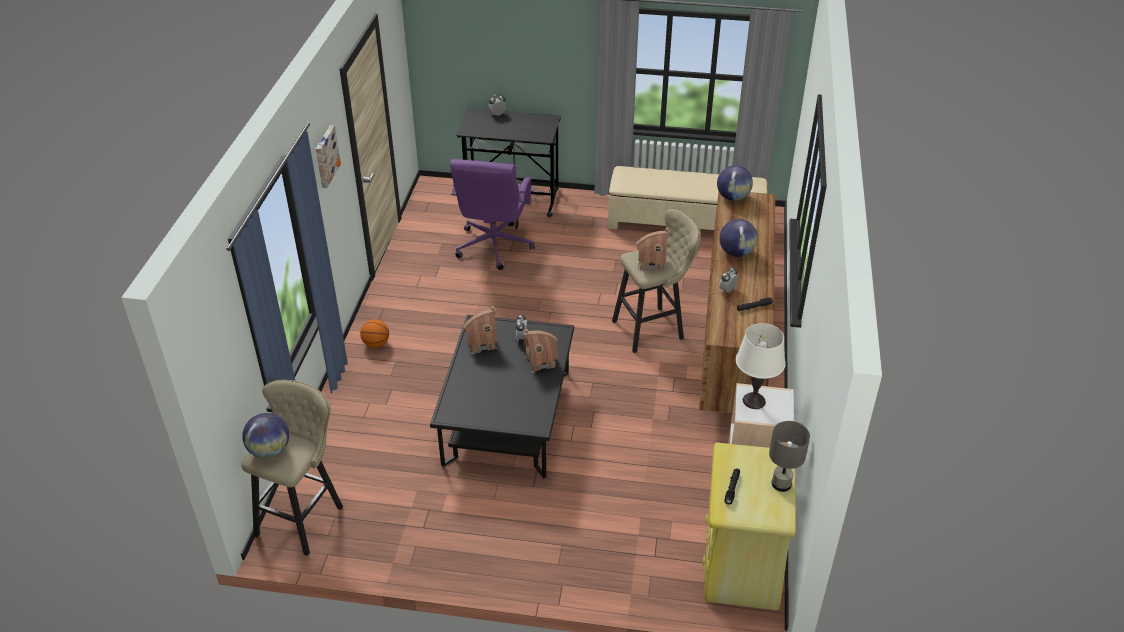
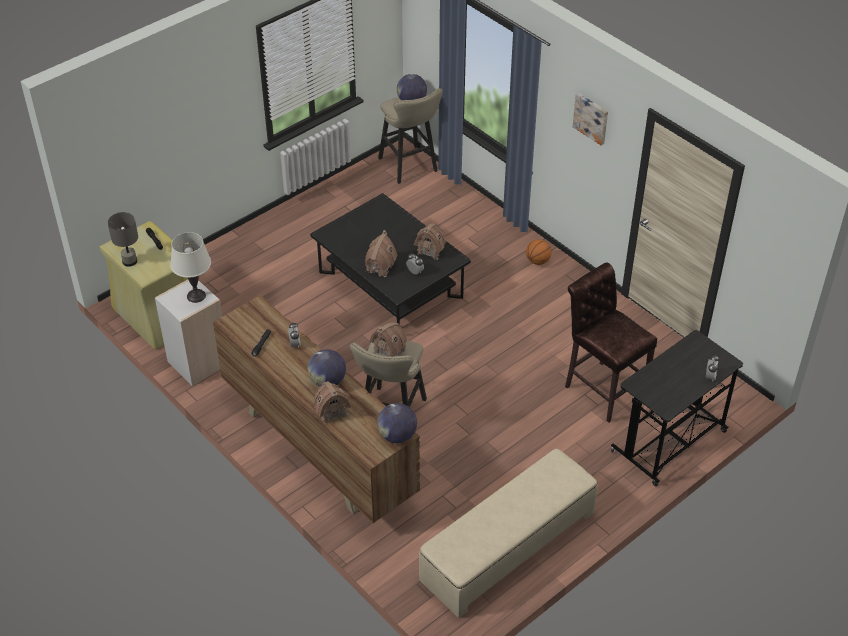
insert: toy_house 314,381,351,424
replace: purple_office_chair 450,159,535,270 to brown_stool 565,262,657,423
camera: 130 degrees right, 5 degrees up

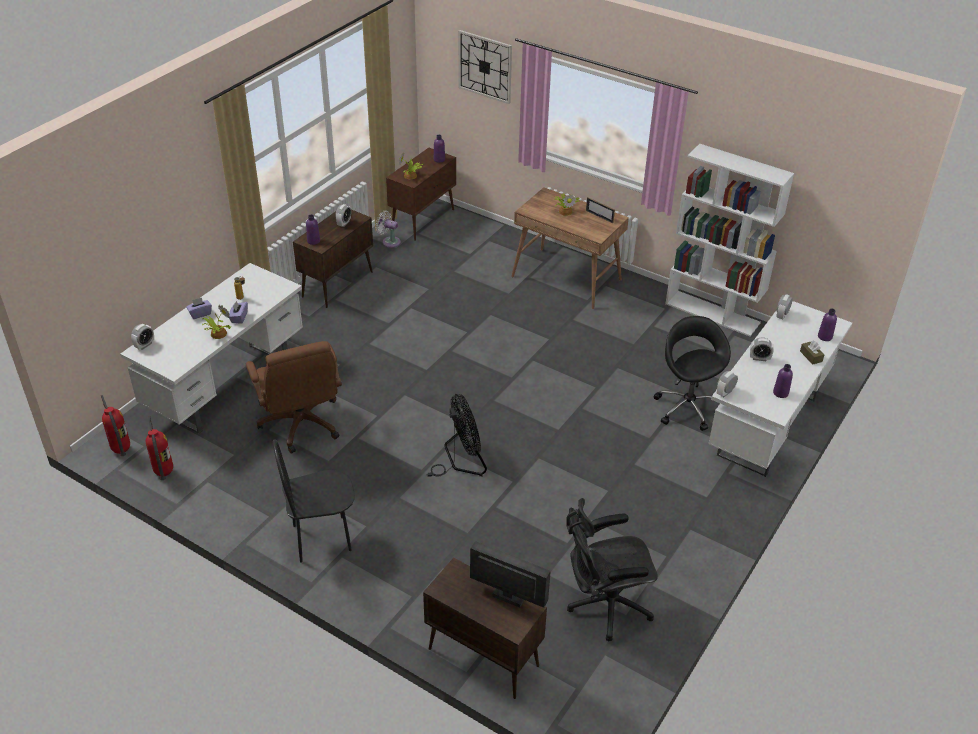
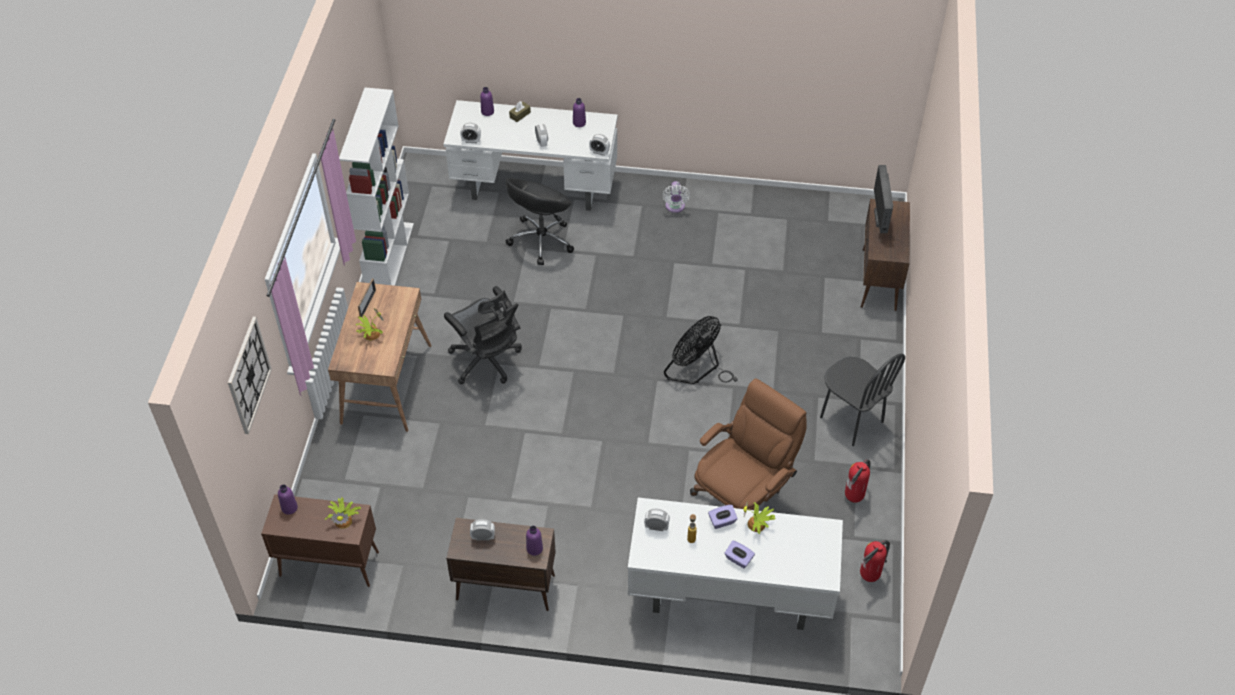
move: white_fan 376,211,401,248 to 663,181,690,213; alarm_clock 131,324,154,350 to 644,509,670,531; fire_extinguisher 101,395,130,456 to 845,459,871,503; office_chair 566,498,658,641 to 444,286,522,384
camera: 115 degrees left, 10 degrees up

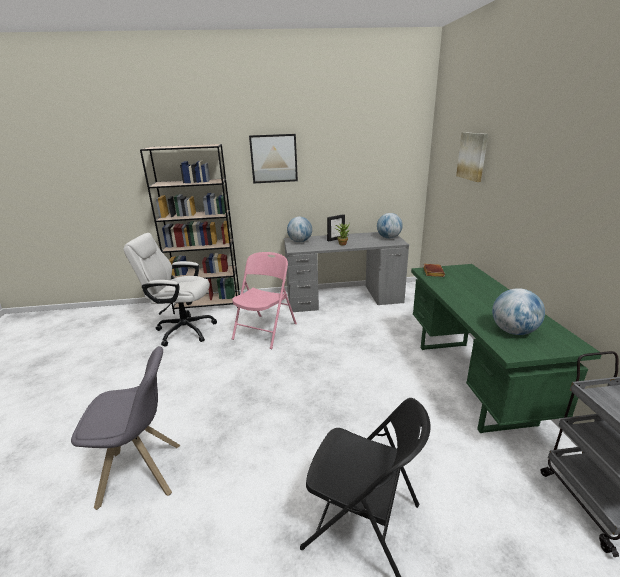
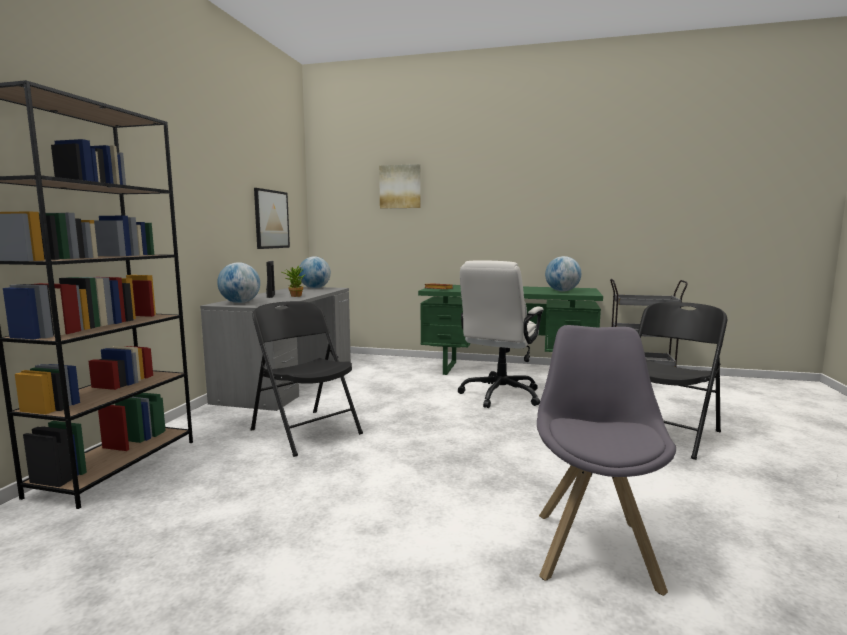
move: picture 249,134,298,183 to 254,188,290,249; white_office_chair 123,233,217,347 to 457,260,543,408
recolor: pink_chair 232,252,297,349 to black_chair 251,301,363,457
camera: 70 degrees left, 15 degrees down

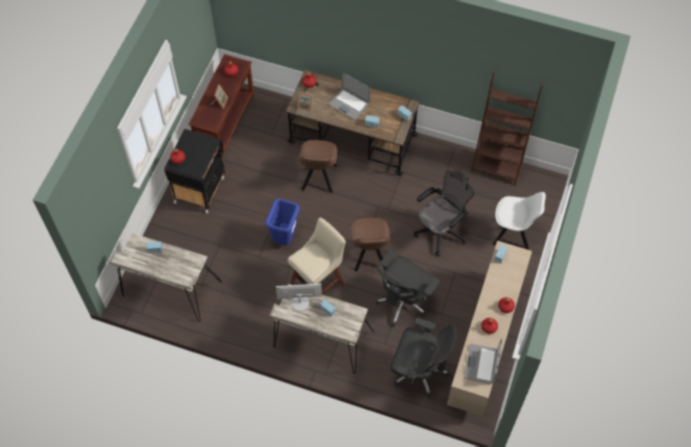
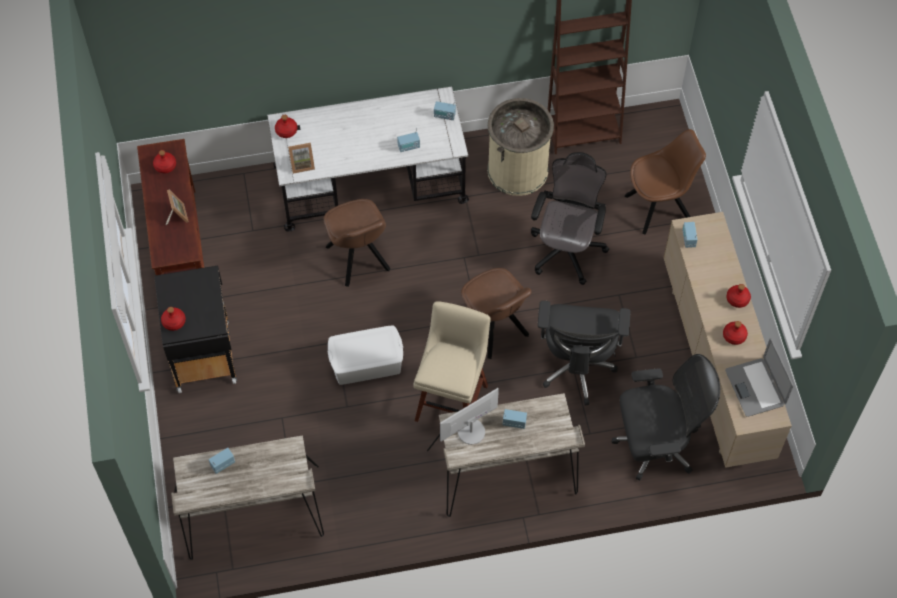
delete: laptop 329,73,370,120
insert: beige_trash_can 487,98,554,196
replace: blue_trash_can 265,199,300,245 to white_storage_box 328,325,403,385
recolor: brown_desk 286,70,420,176 to white_desk 267,86,469,232; white_chair 493,192,546,250 to brown_chair 624,129,706,235
camera: 30 degrees left, 0 degrees up

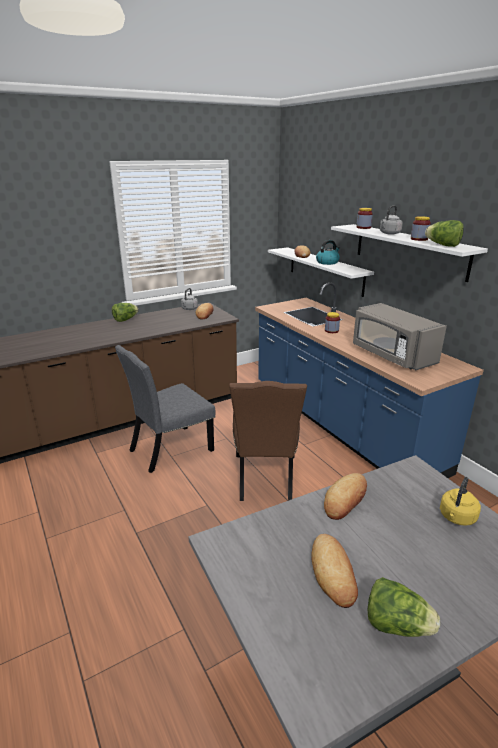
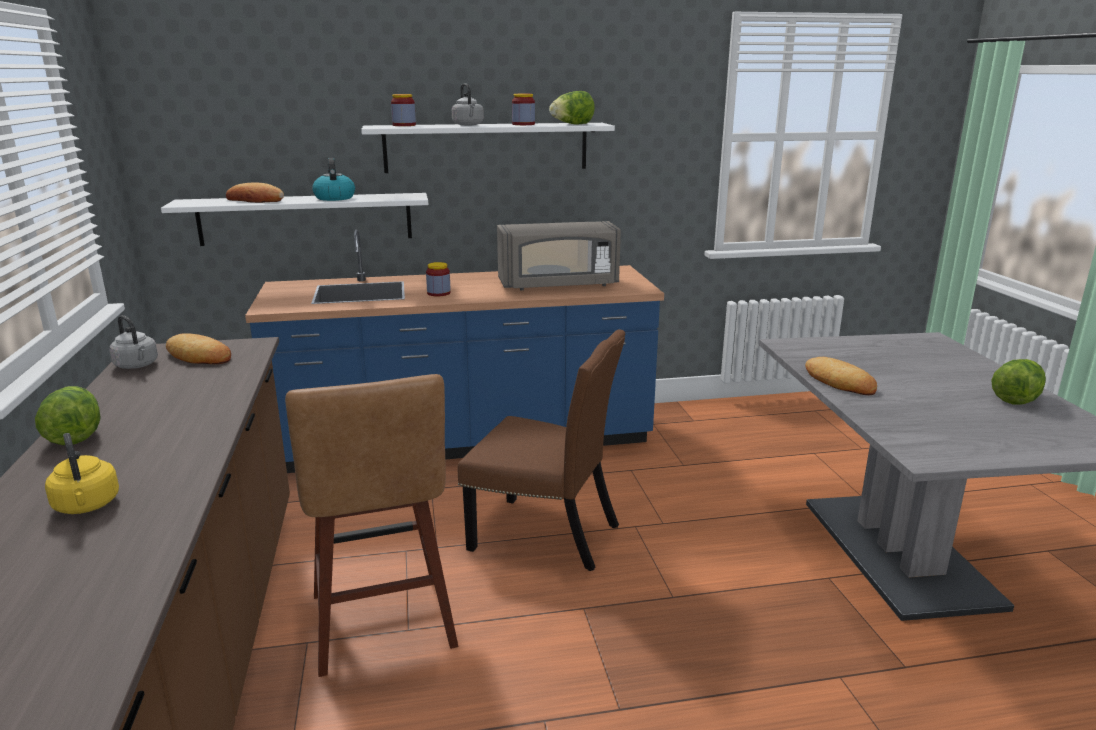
delete: bread 311,534,358,608
move: yellow_kettle 440,477,481,526 to 45,433,119,514
replace: grey_chair 115,345,216,473 to brown_stool 285,374,459,677
camera: 70 degrees left, 5 degrees down

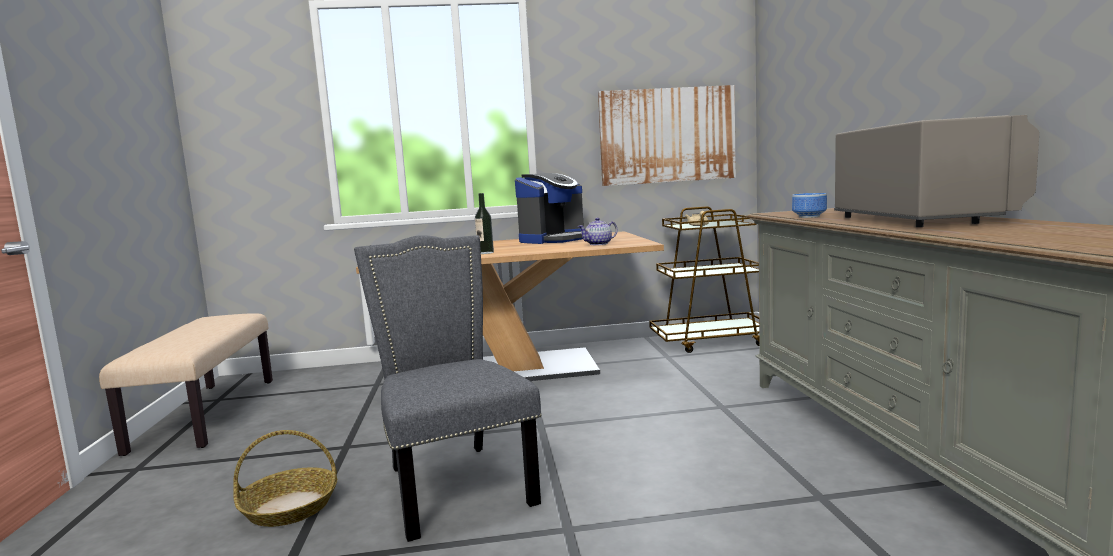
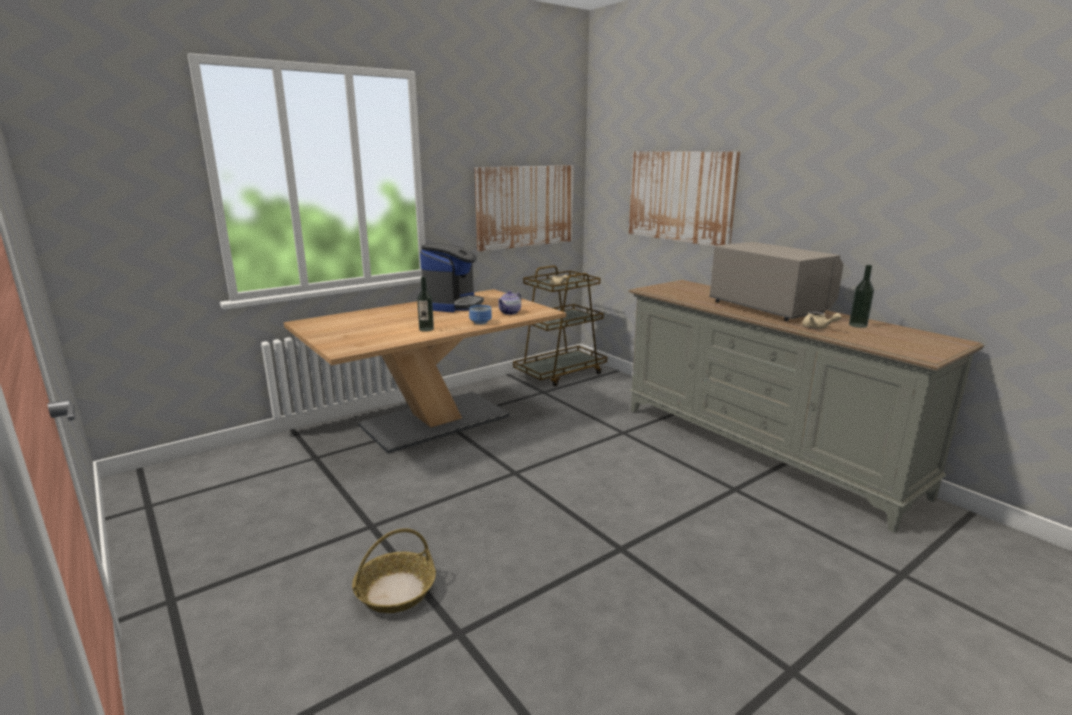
delete: grey_chair 354,235,541,542; beige_bench 99,313,273,456
insert: picture 629,151,740,247; bottle 849,265,874,328; beige_teapot 802,311,842,329
move: bowl 792,193,827,218 to 469,305,492,325
camera: 30 degrees left, 10 degrees up

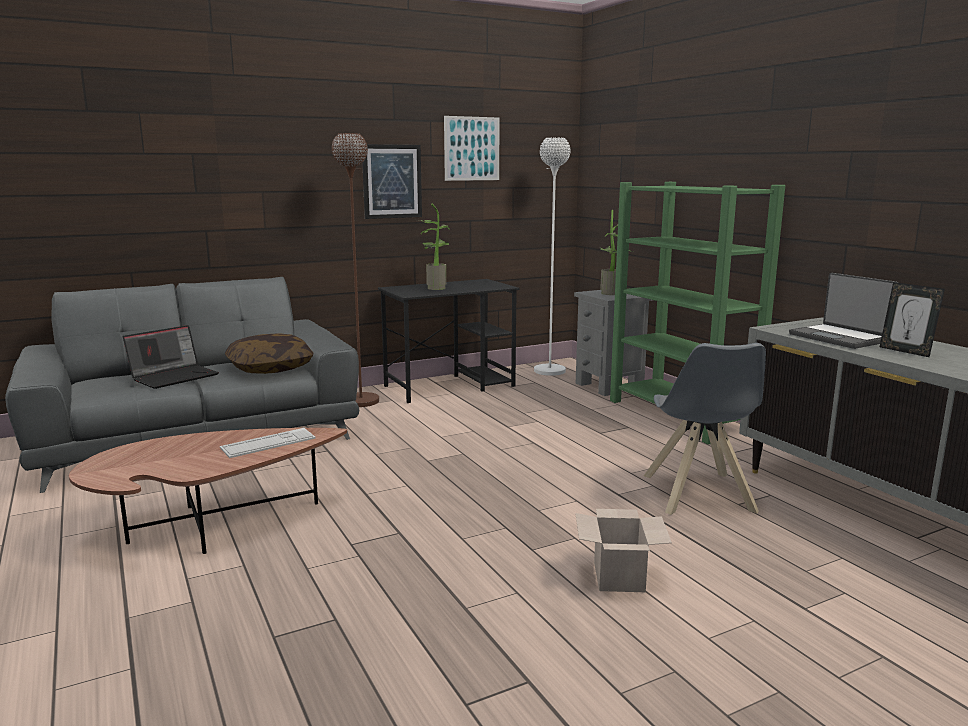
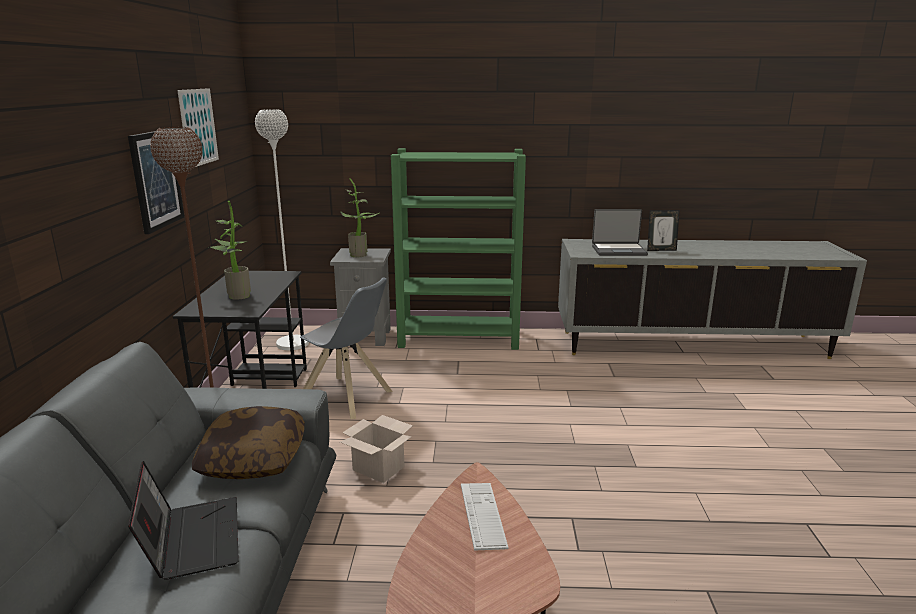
move: grey_chair 644,343,766,515 to 300,277,393,419; cardboard_box 575,509,672,592 to 340,415,413,483
camera: 60 degrees left, 5 degrees up

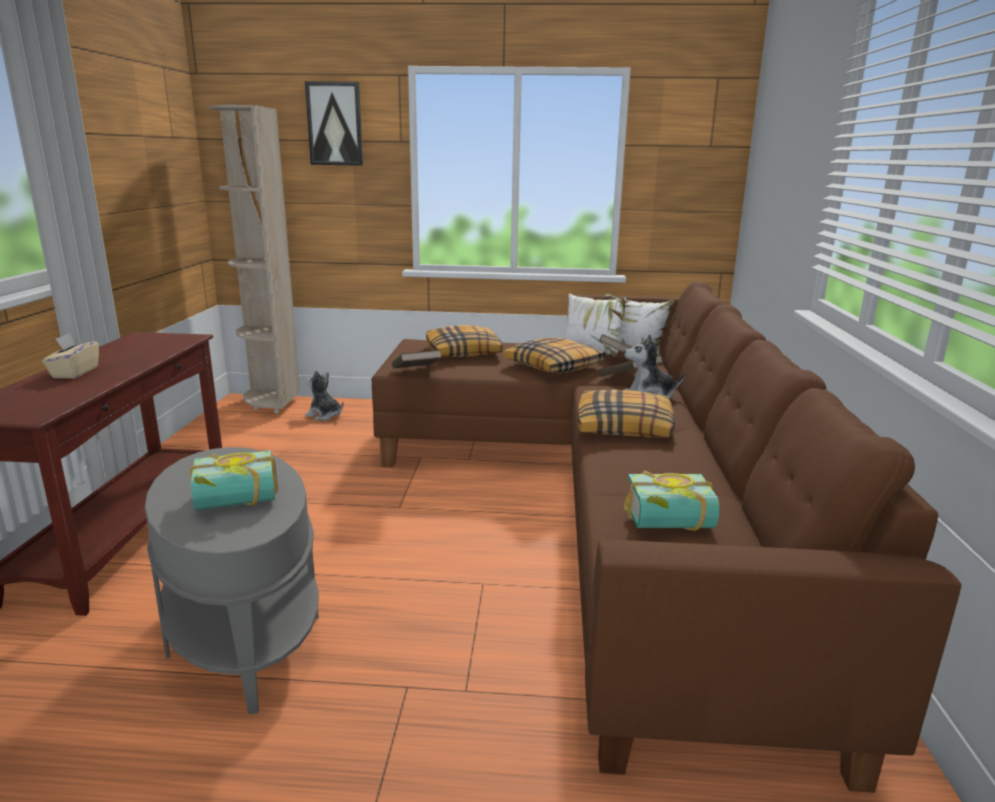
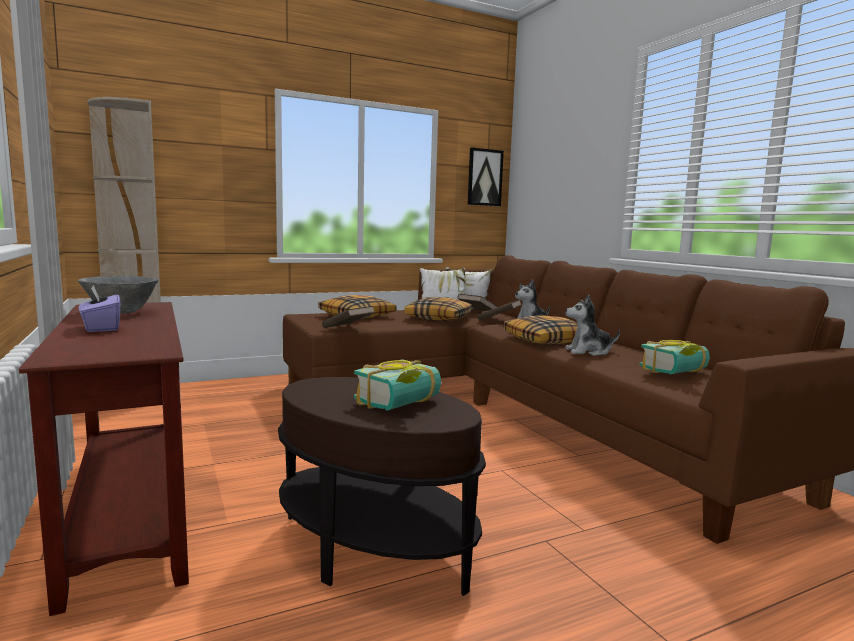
insert: grey_bowl 78,276,159,314
move: picture 305,81,363,166 to 467,147,504,206; plush_toy 305,370,344,421 to 565,294,620,356
recolor: beige_tissue_box 42,333,99,378 to purple_tissue_box 79,285,120,332; grey_side_table 145,447,319,715 to brown_side_table 278,377,486,596
camera: 30 degrees left, 10 degrees down

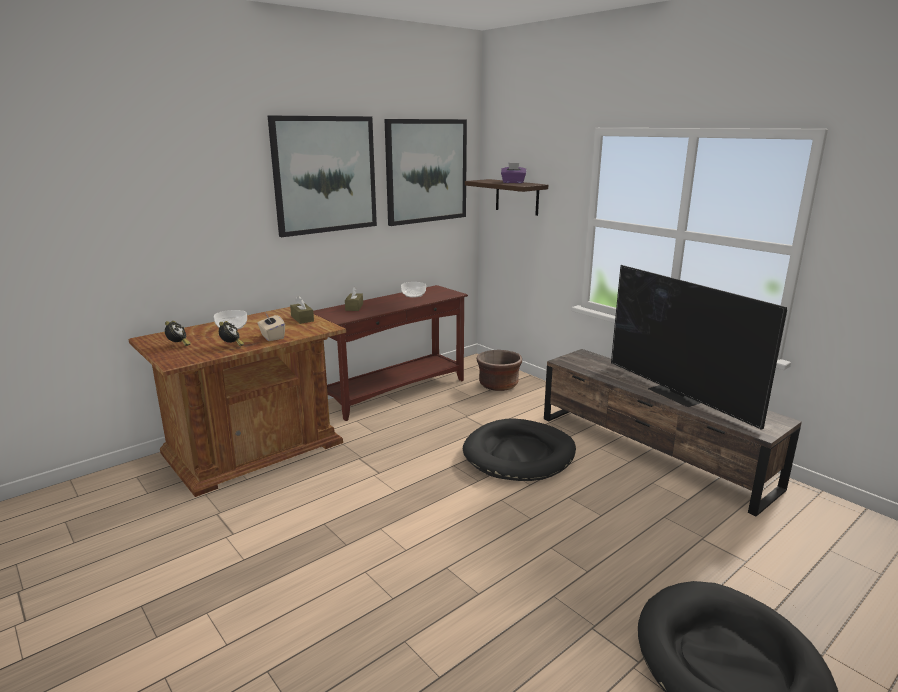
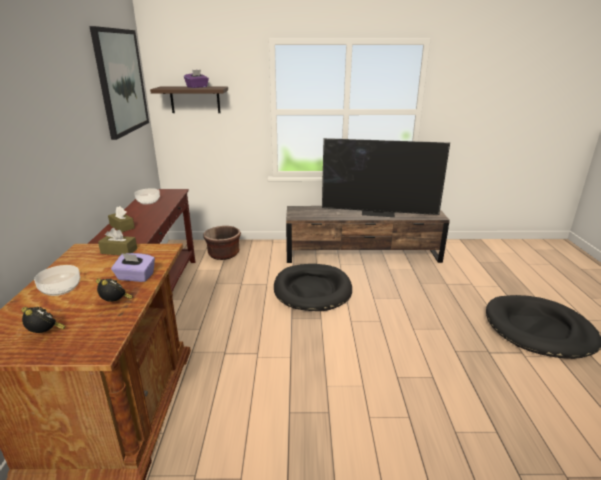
delete: picture 268,116,377,237
recolor: beige_tissue_box 257,314,285,341 to purple_tissue_box 111,253,155,282
camera: 50 degrees left, 5 degrees up

